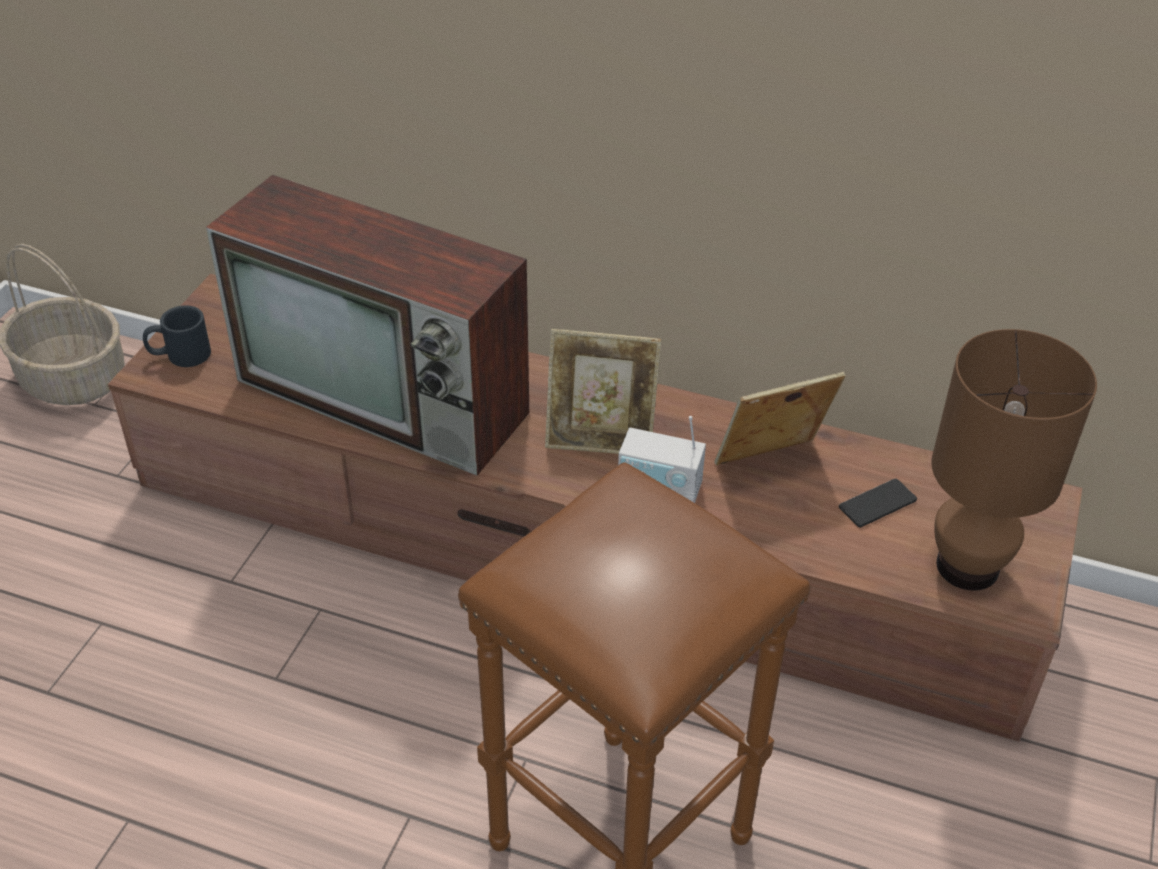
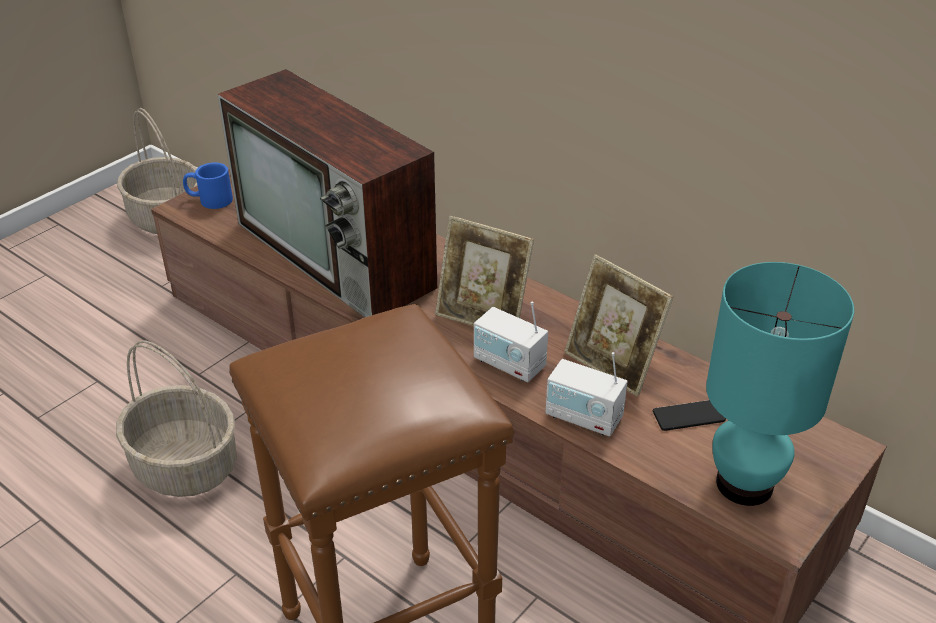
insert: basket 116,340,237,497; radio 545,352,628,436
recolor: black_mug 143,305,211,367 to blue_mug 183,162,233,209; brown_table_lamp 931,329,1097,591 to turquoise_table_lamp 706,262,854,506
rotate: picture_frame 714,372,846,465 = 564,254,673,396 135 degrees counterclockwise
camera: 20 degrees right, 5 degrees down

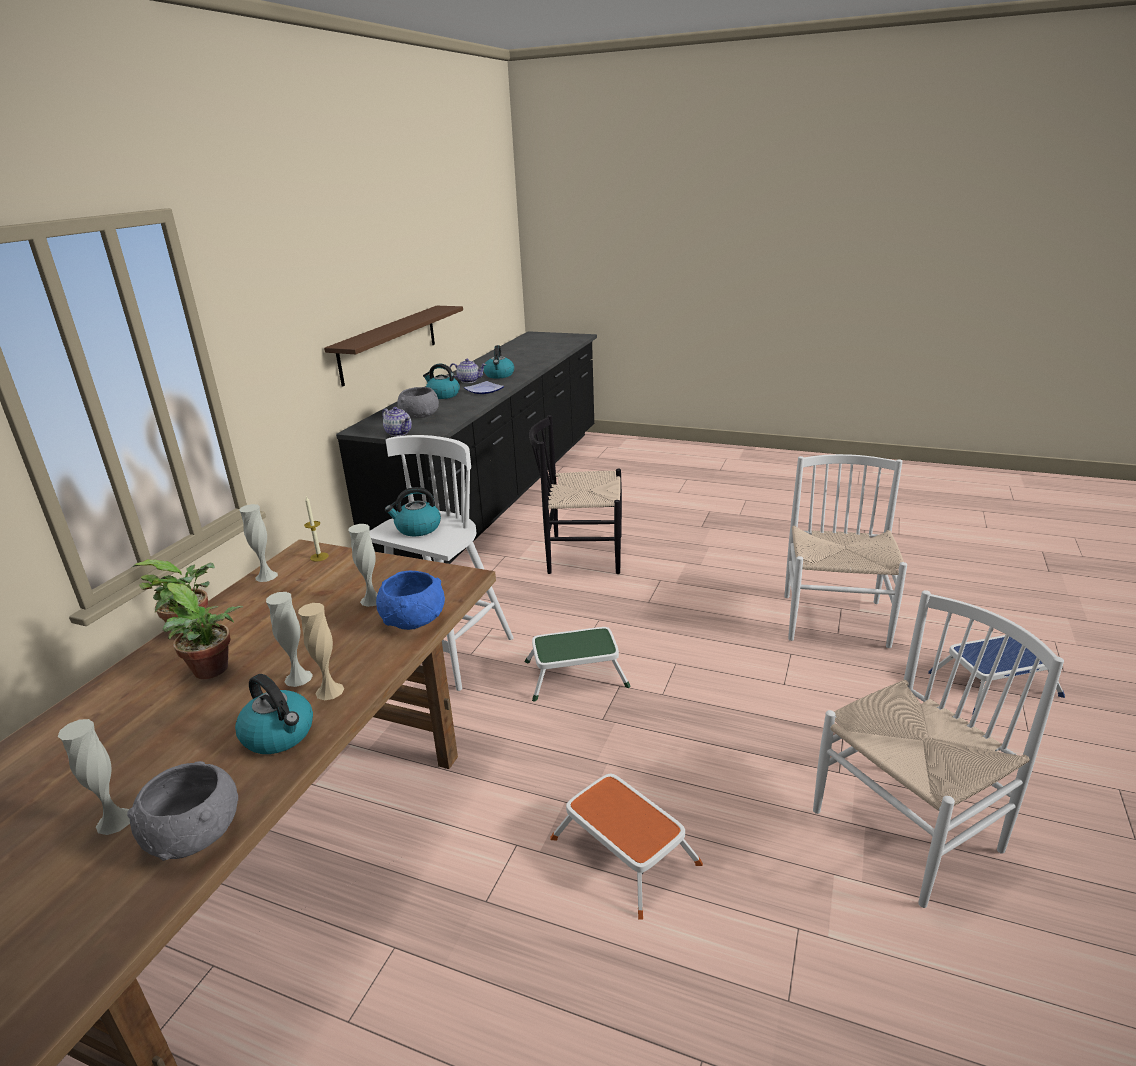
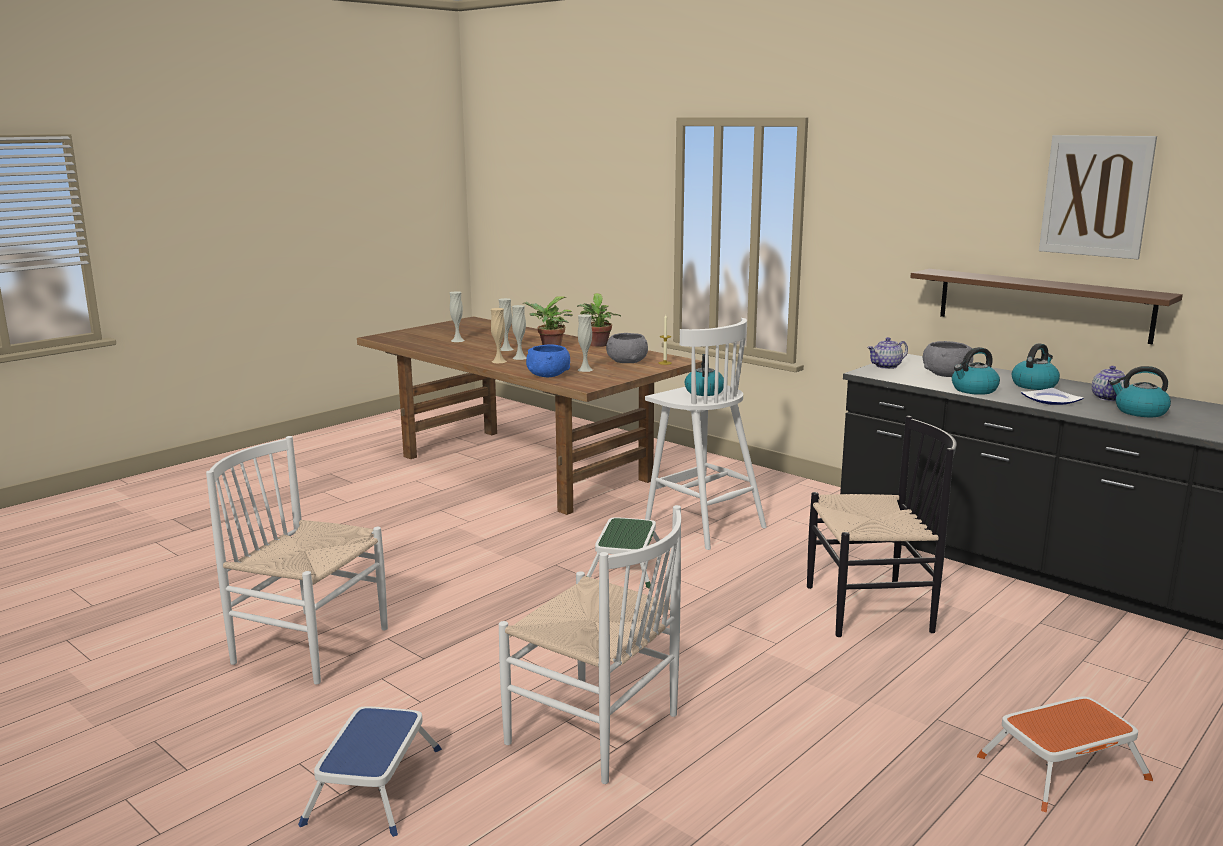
insert: picture 1039,135,1157,259
move: white_vase 239,504,278,582 to 499,298,514,351; kettle 235,674,313,754 to 952,347,1000,395; grey_bowl 127,761,238,861 to 606,333,648,363; orange_step_ladder 550,774,703,920 to 977,696,1153,812
rotate: black_chair 529,415,622,574 = 807,416,957,637 60 degrees clockwise; white_chair 813,590,1064,908 = 206,436,388,685 120 degrees clockwise
camera: 110 degrees right, 10 degrees down

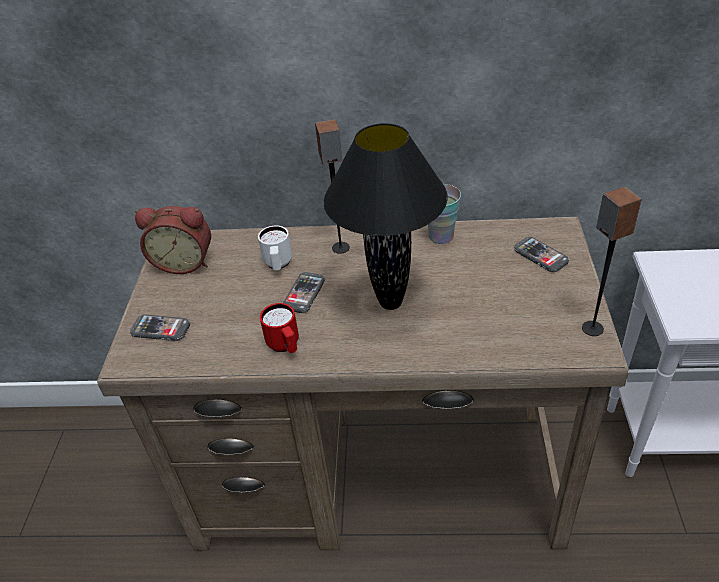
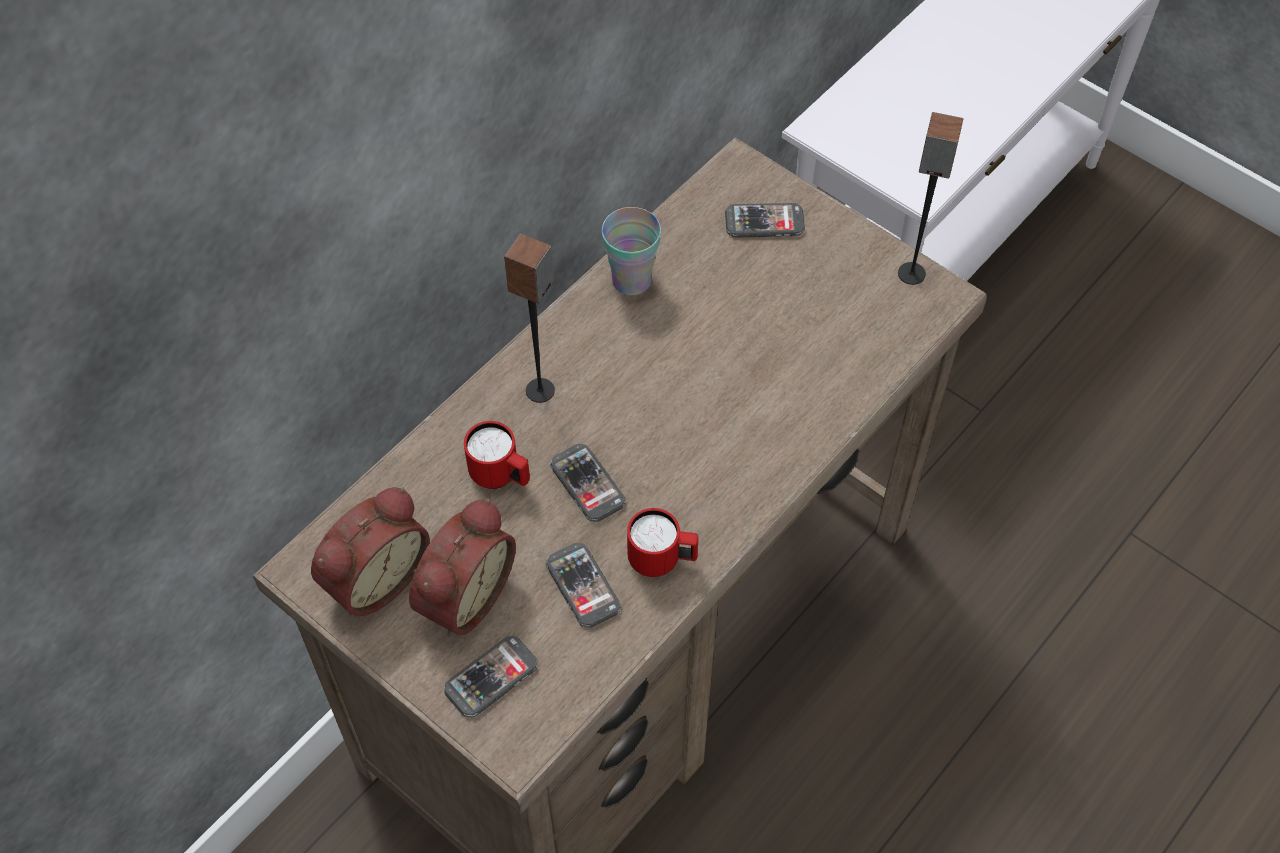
delete: black_table_lamp 323,123,447,310
insert: alarm_clock 409,499,516,637; phone 546,543,621,628
recolor: white_mug 258,225,292,270 to red_mug 464,421,530,489
camera: 55 degrees left, 15 degrees up

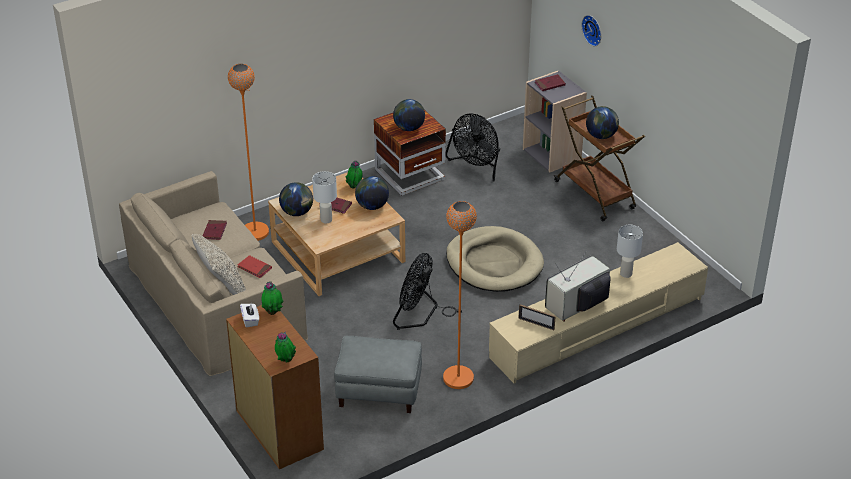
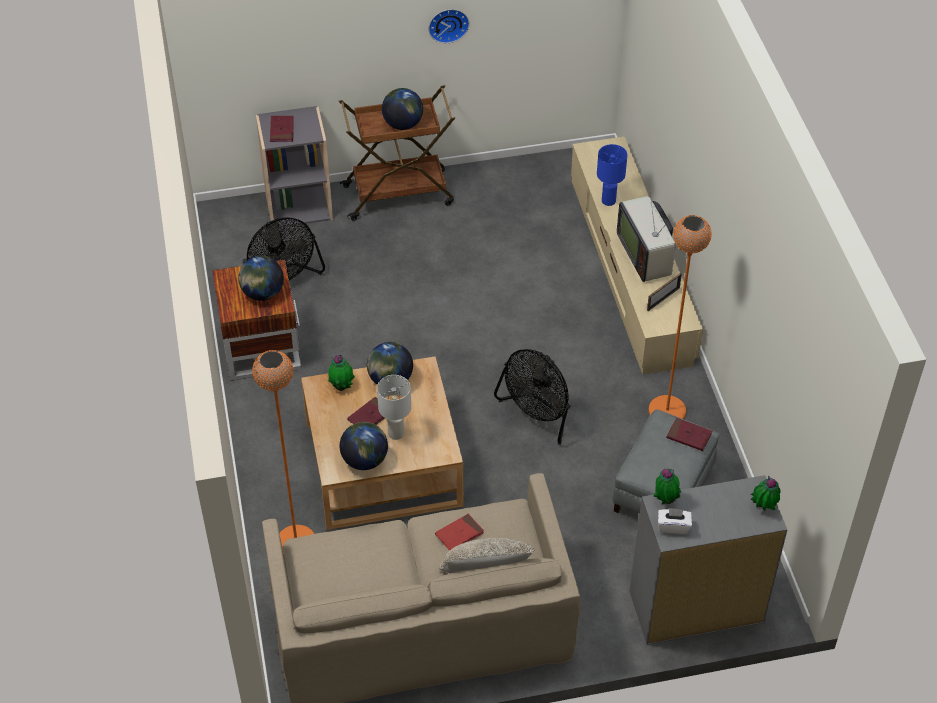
delete: beige_dog_bed 446,226,544,292
move: wall_clock 581,15,601,46 to 428,9,469,43; red_book 203,220,227,240 to 666,418,712,451
recolor: white_table_lamp 617,225,643,278 to blue_table_lamp 597,144,627,206; brown_cabinet 226,305,324,469 to grey_cabinet 629,475,787,645
camera: 70 degrees left, 10 degrees up

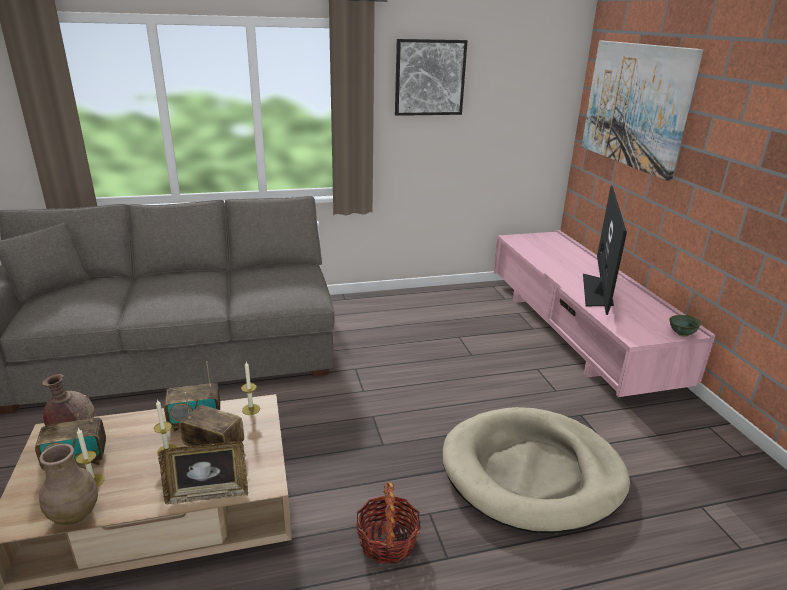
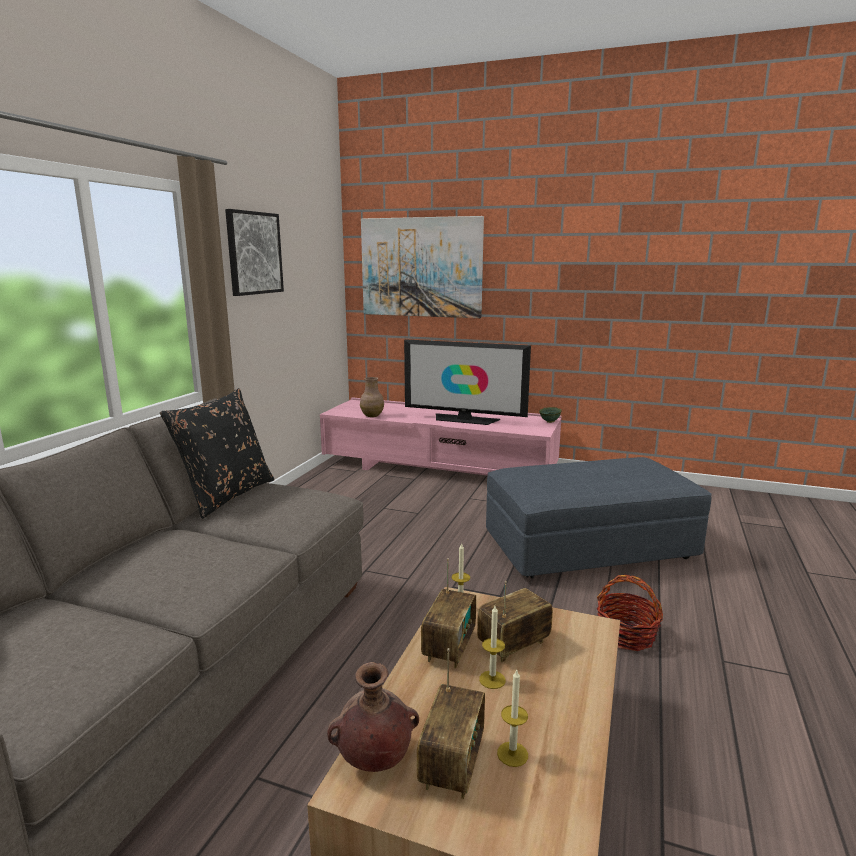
delete: picture_frame 158,441,248,505
insert: black_pillow 160,388,275,519
move: brown_vase 39,444,98,525 to 360,377,384,417
replace: beige_dog_bed 443,407,630,534 to grey_ottoman 486,457,712,578
rotate: television 583,186,627,315 = 404,339,531,425 150 degrees clockwise
camera: 55 degrees left, 10 degrees down

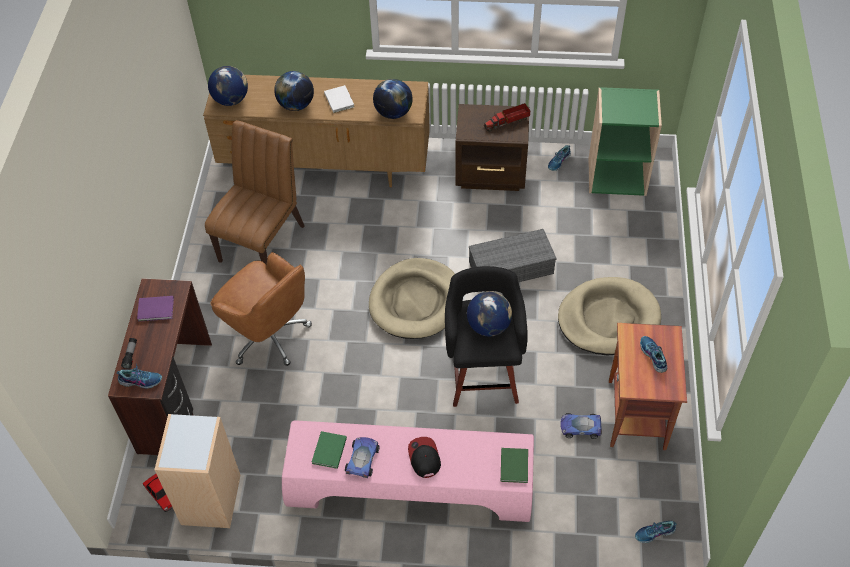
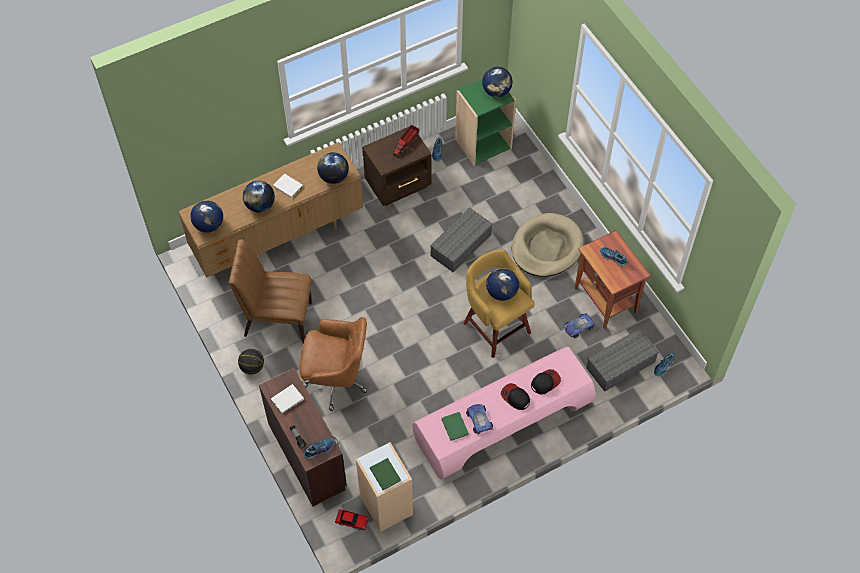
delete: beige_dog_bed 369,258,455,339
insert: globe 482,67,512,97; grey_storage_box 586,328,659,392; basketball 238,349,264,374; cap 531,369,561,394
move: green_book 501,448,528,483 to 370,458,401,490
recolor: black_stool 445,266,528,407 to yellow_stool 463,249,535,358; purple_book 137,296,174,322 to white_book 271,384,304,414
rotate: brown_chair 205,120,305,264 = 228,239,312,343 75 degrees counterclockwise
camera: 35 degrees left, 5 degrees up

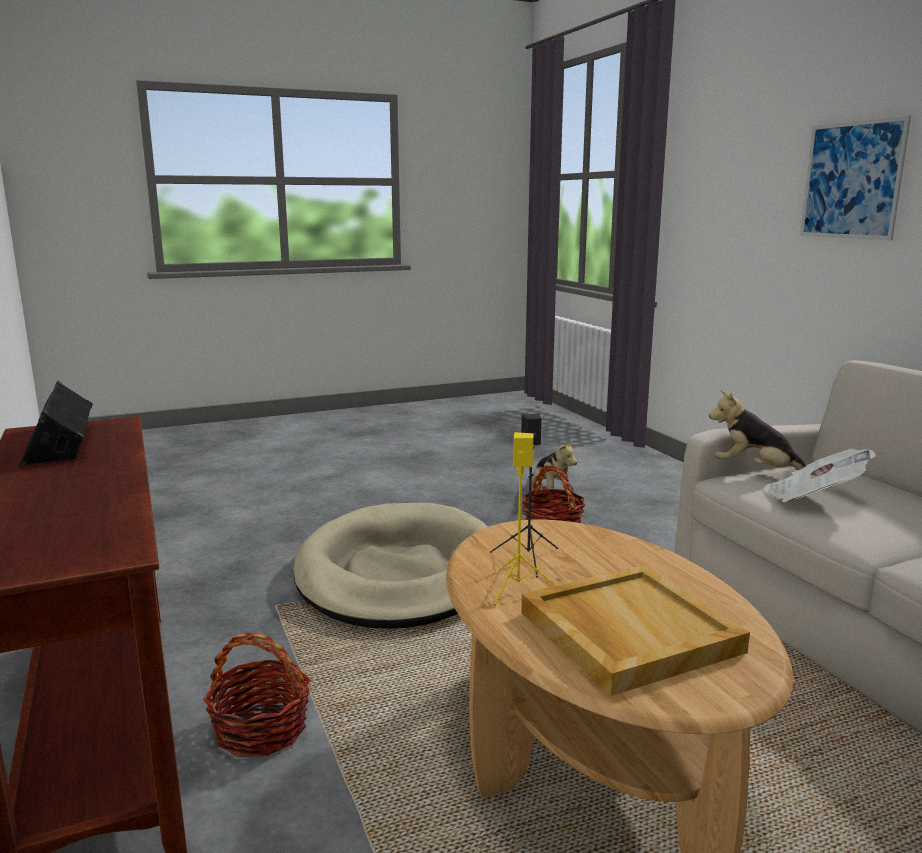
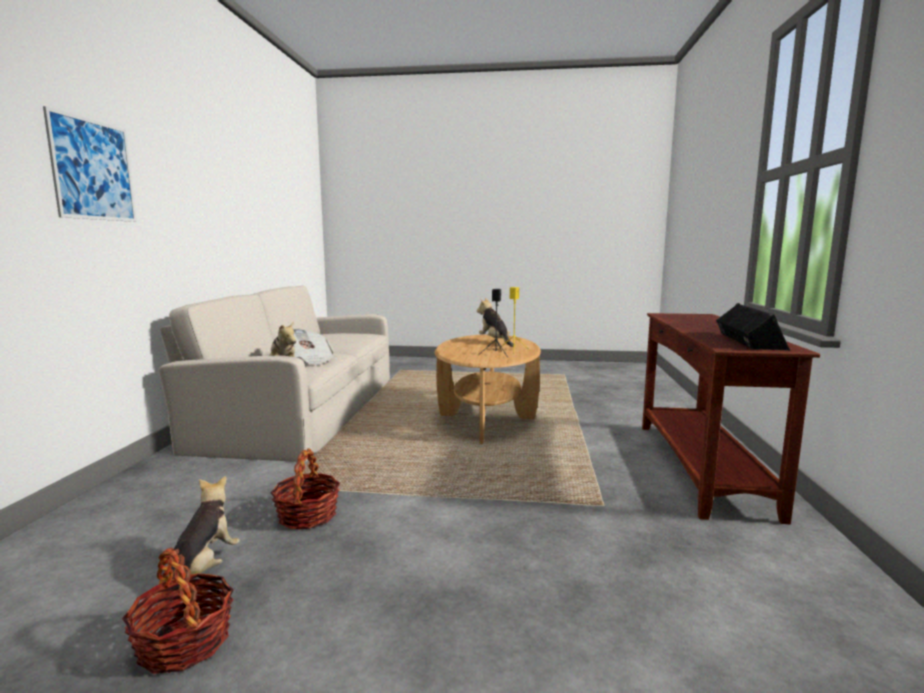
delete: beige_dog_bed 294,503,488,629
move: basket 203,633,311,757 to 122,548,234,674
replace: beige_tray 521,565,750,696 to plush_toy 477,298,513,347
camera: 150 degrees left, 5 degrees down

